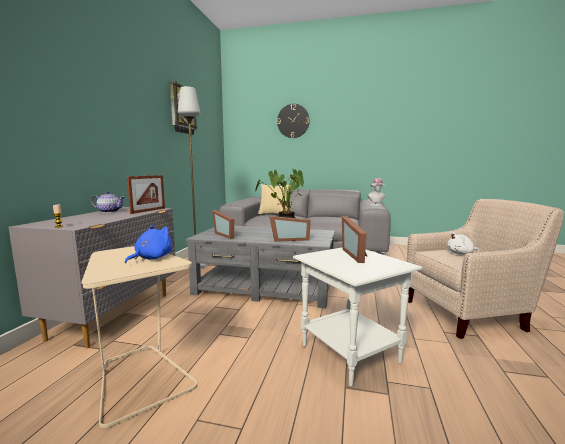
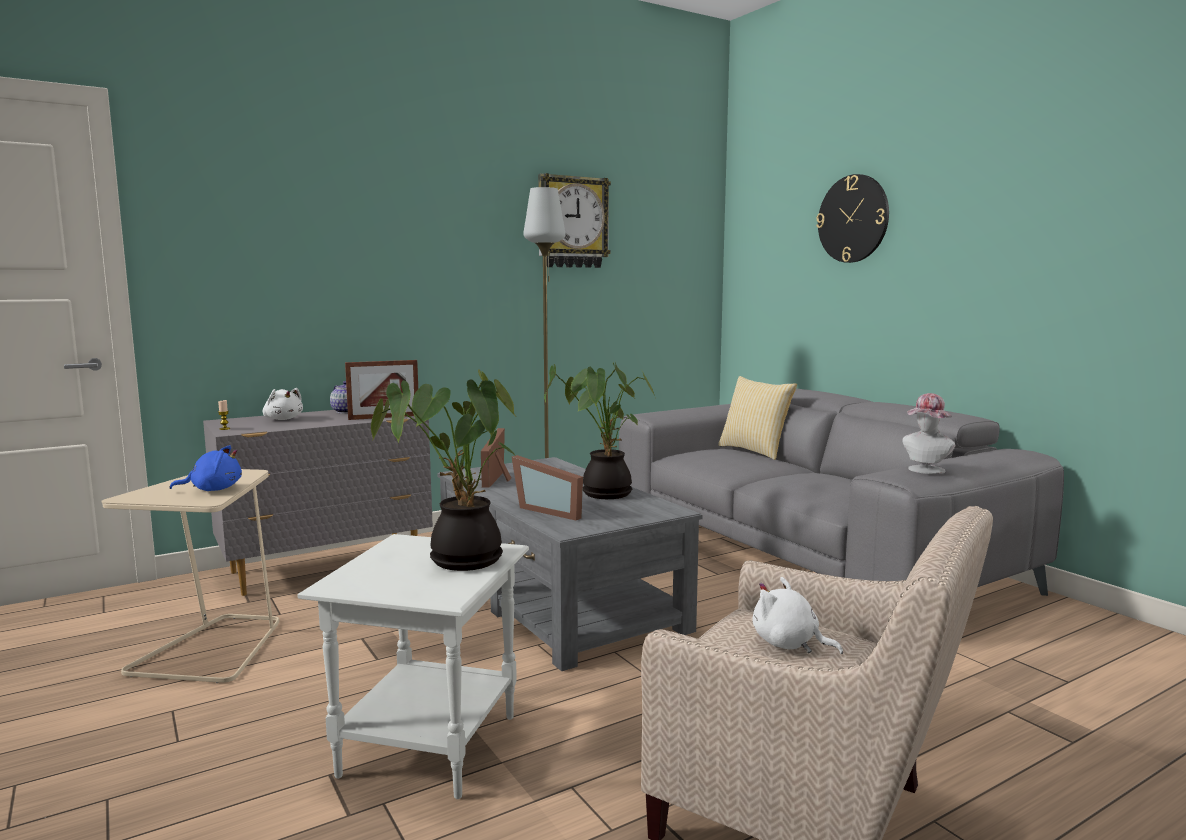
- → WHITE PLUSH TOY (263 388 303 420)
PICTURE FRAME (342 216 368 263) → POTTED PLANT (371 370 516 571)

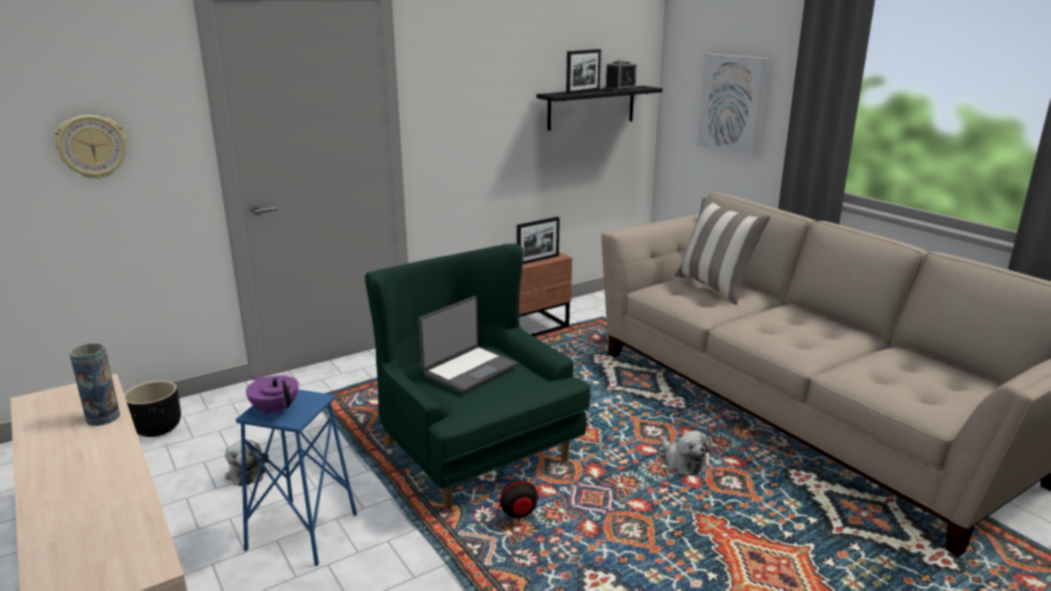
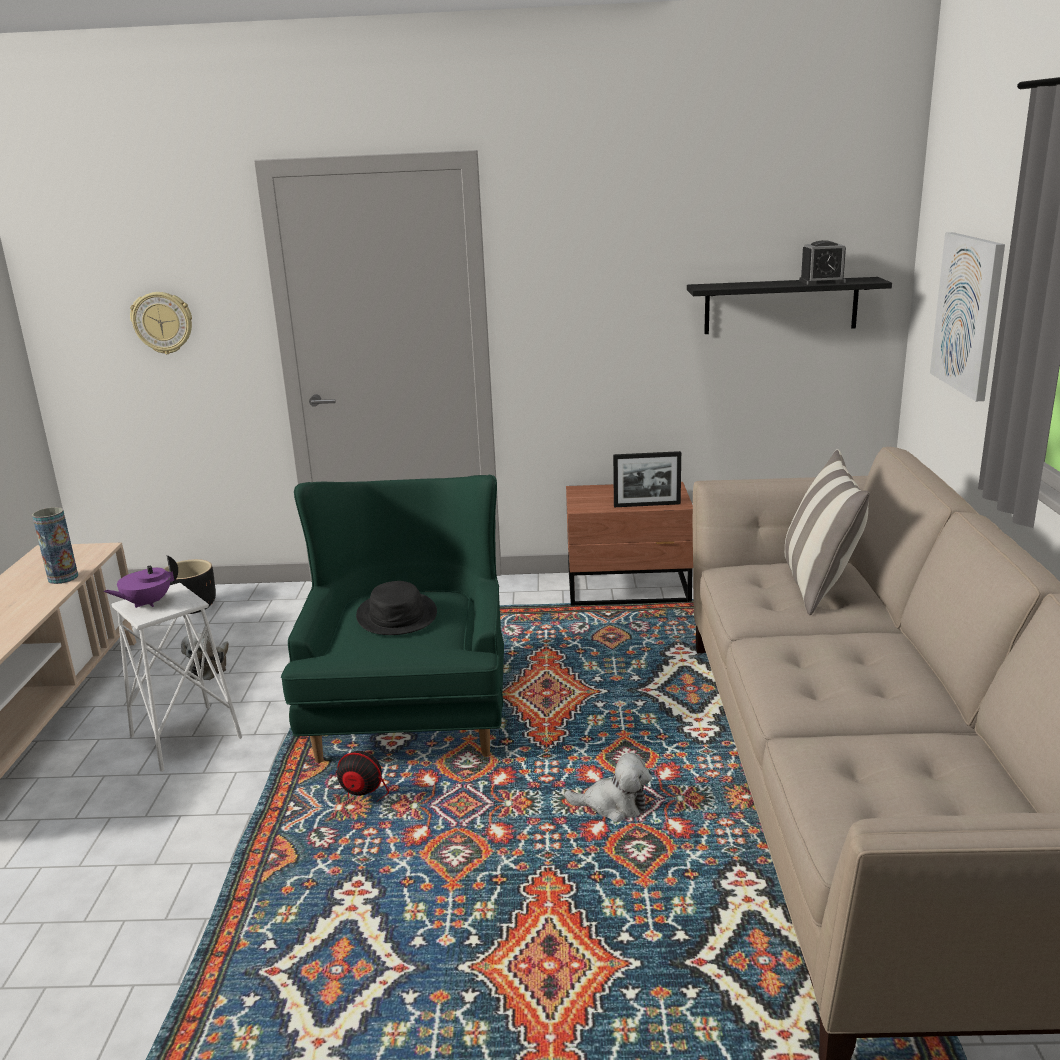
PURPLE TEAPOT (246 374 298 415) → PURPLE TEAPOT (103 555 178 608), 120 degrees counterclockwise
BLUE STOOL (236 390 357 566) → WHITE STOOL (112 583 242 772)
LAPTOP (419 296 518 394) → BLACK HAT (356 581 437 635)
PLUSH TOY (662 431 710 476) → PLUSH TOY (564 753 652 822), 90 degrees counterclockwise
PICTURE FRAME (566 49 601 94) → -

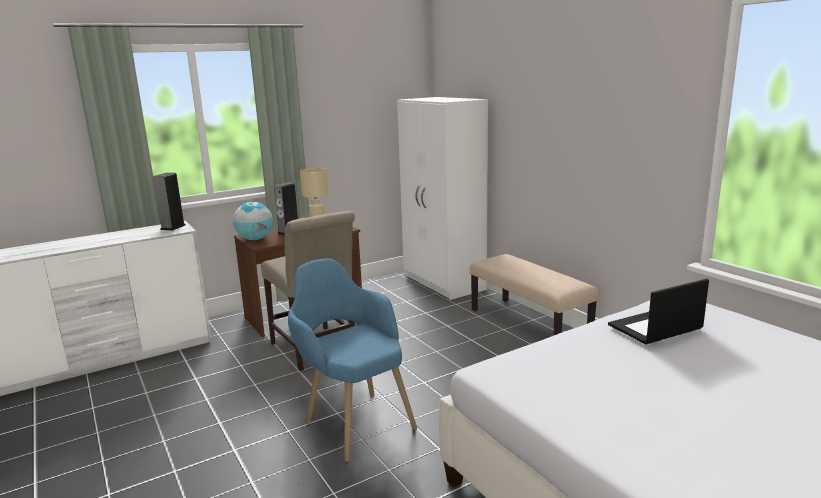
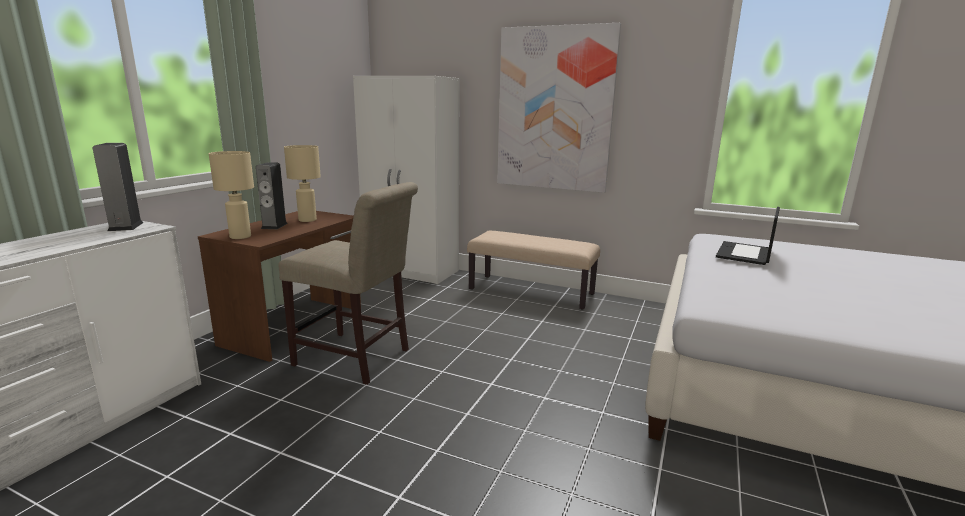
GLOBE (233 202 273 240) → BEIGE TABLE LAMP (209 151 254 239)
- → PICTURE (497 23 621 193)
BLUE ARMCHAIR (288 258 417 462) → -

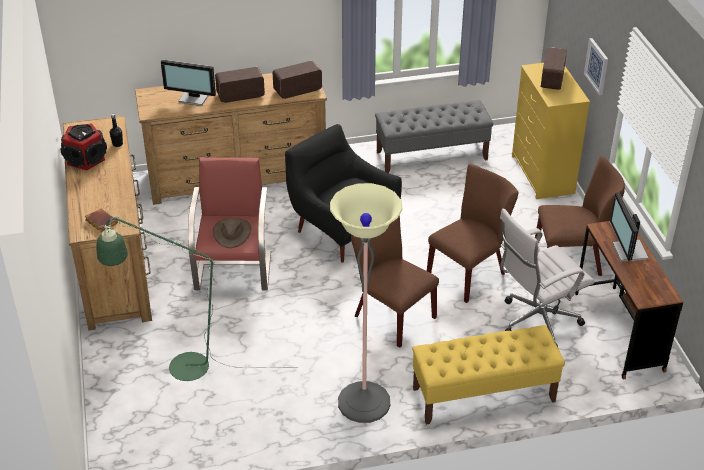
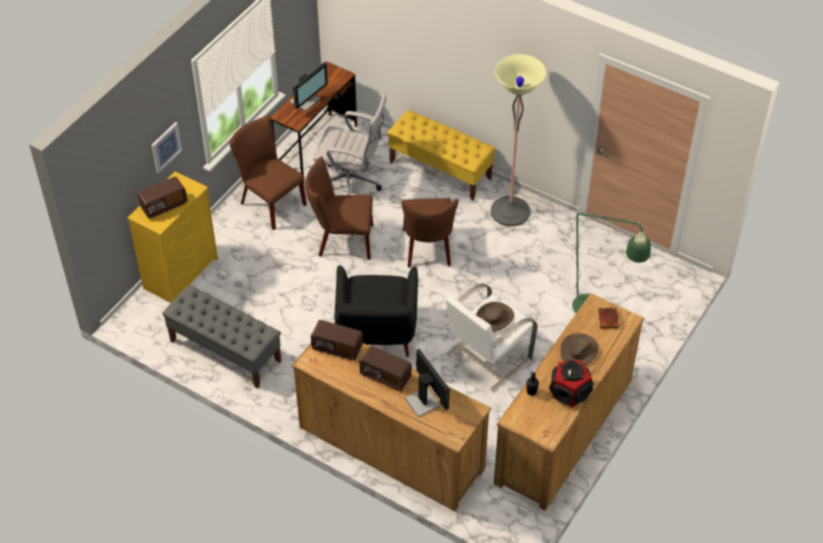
RED ARMCHAIR (188 157 271 291) → WHITE ARMCHAIR (446 283 538 392)
- → BROWN HAT (561 333 599 366)

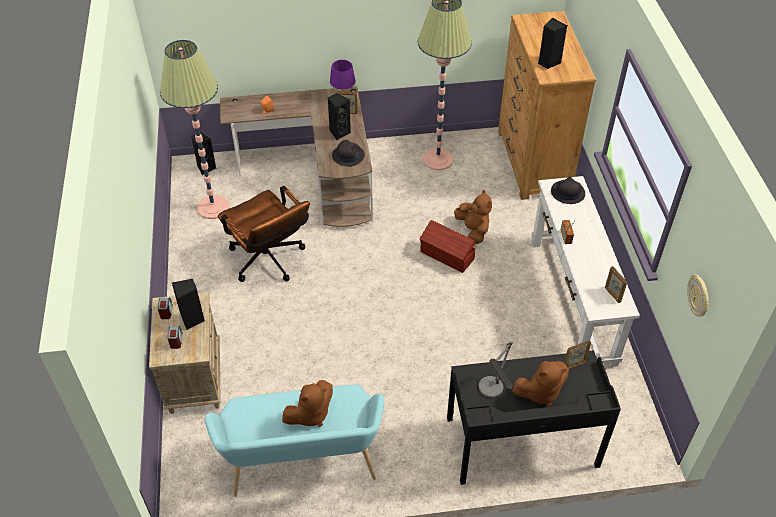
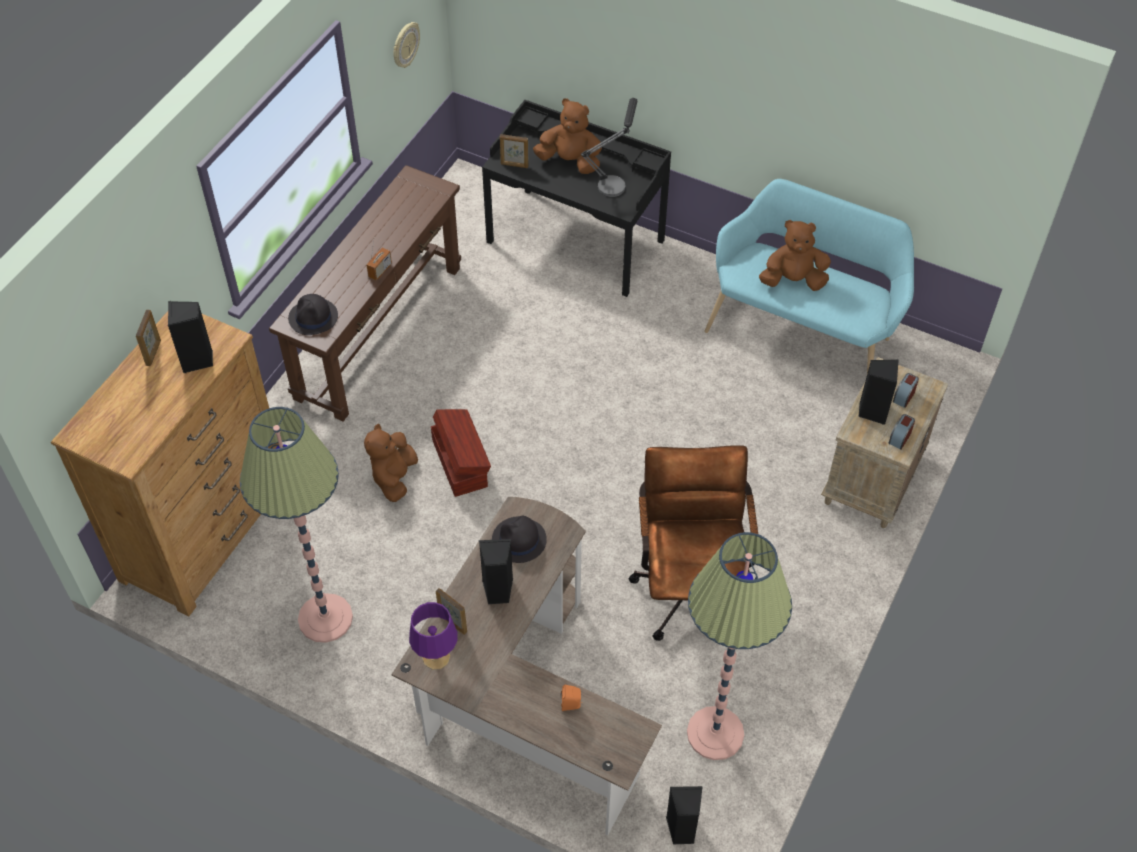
PICTURE FRAME (605 266 627 303) → PICTURE FRAME (136 309 161 366), moved
WHITE CONSOLE TABLE (531 176 640 367) → BROWN CONSOLE TABLE (269 165 461 421)

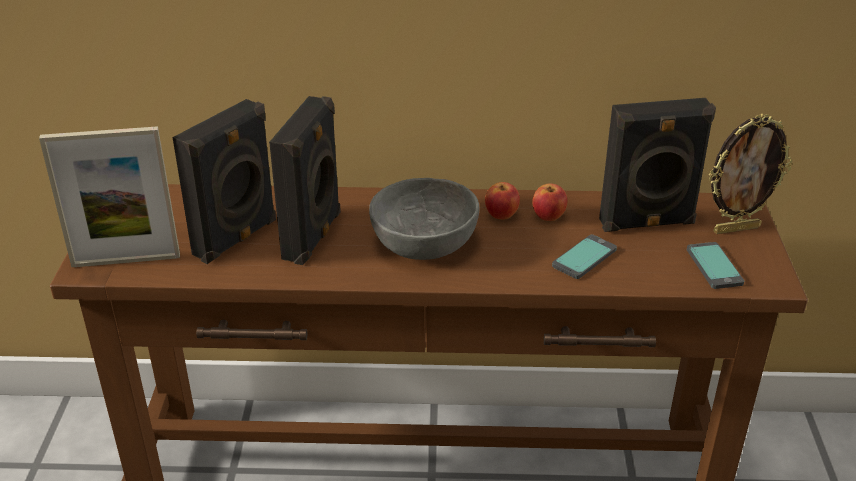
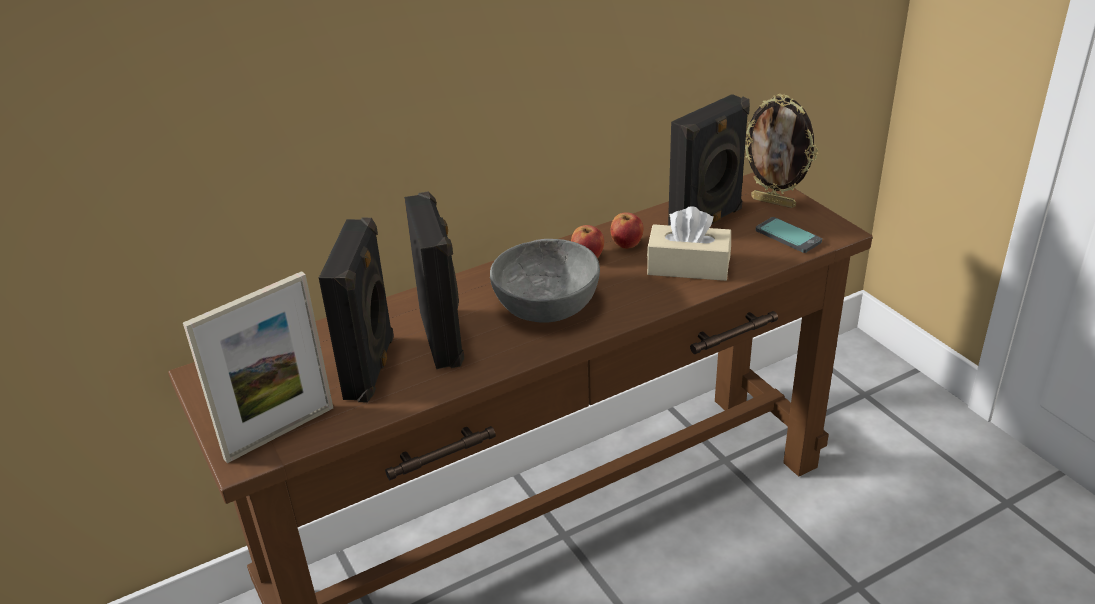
PHONE (552 235 617 279) → BEIGE TISSUE BOX (647 206 731 281)
PICTURE FRAME (709 114 792 234) → PICTURE FRAME (745 94 818 208), 75 degrees clockwise

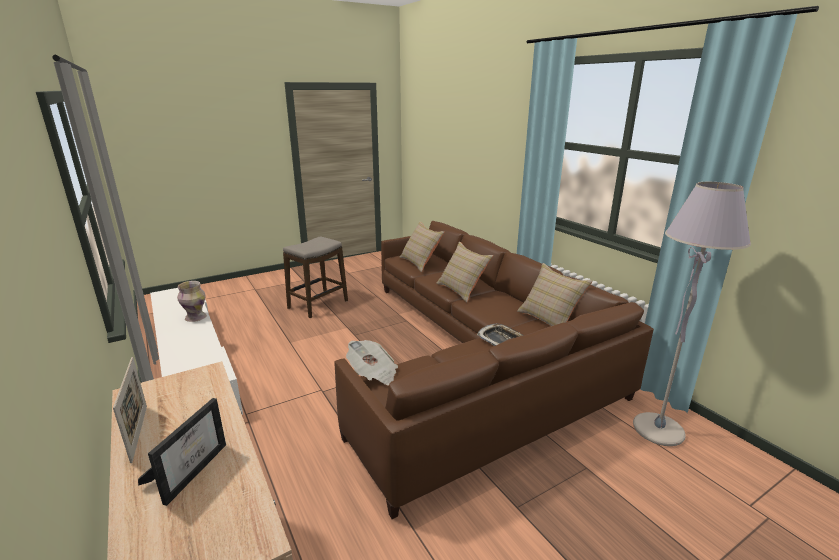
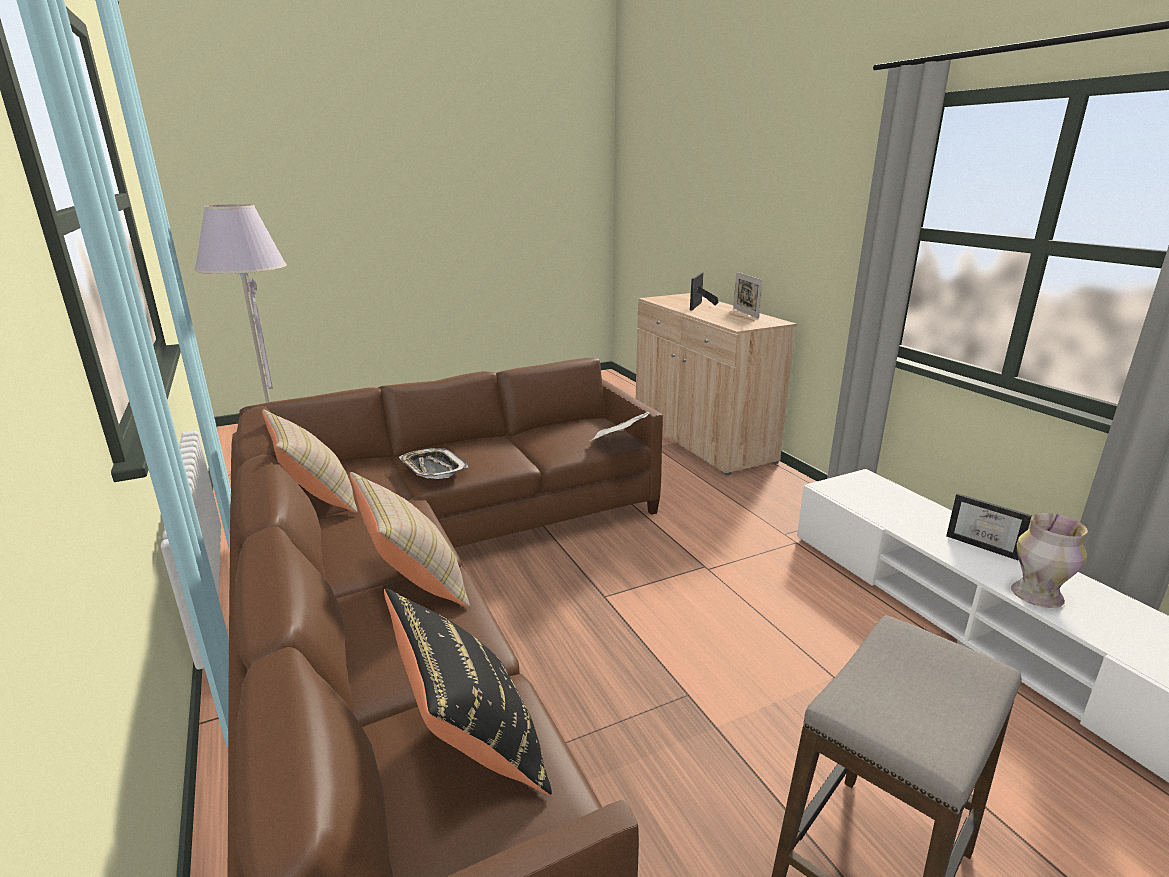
BEIGE PILLOW (399 221 444 272) → BLACK PILLOW (384 588 552 795)
- → PICTURE FRAME (946 493 1032 560)

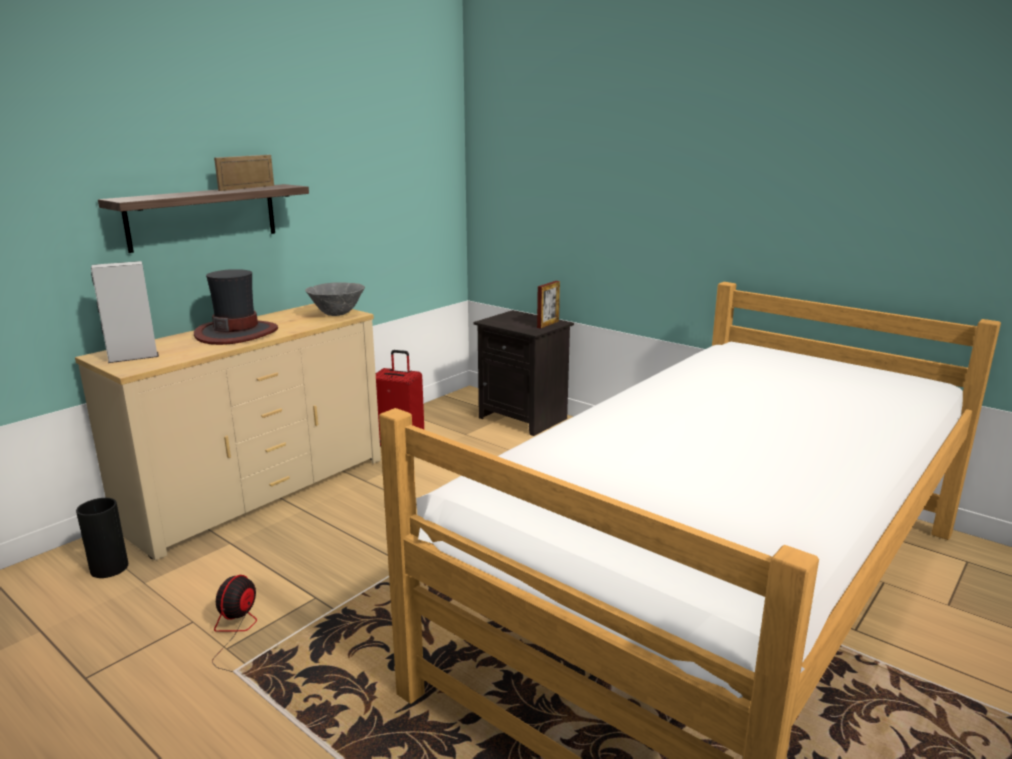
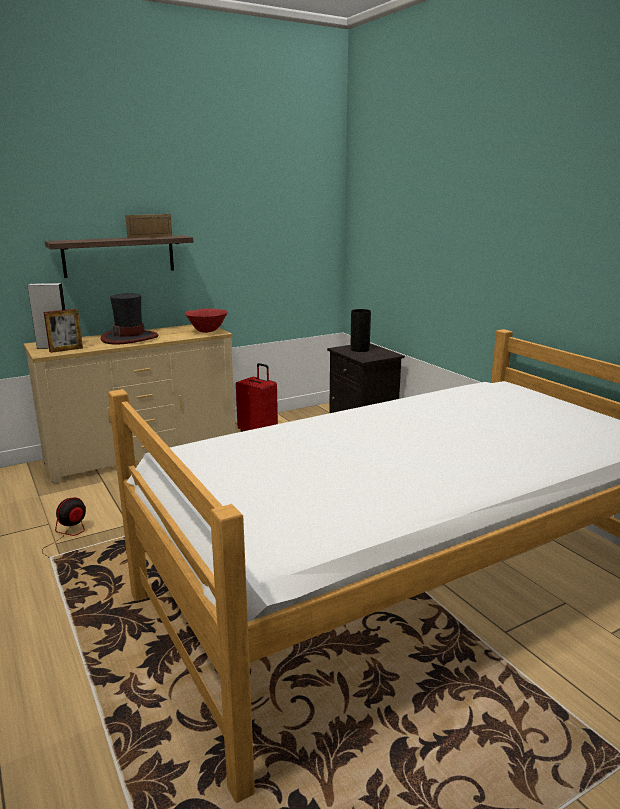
PICTURE FRAME (537 281 560 329) → PICTURE FRAME (44 309 83 353), moved
GREY BOWL (305 282 365 316) → RED BOWL (185 308 228 333)
VASE (76 498 128 578) → VASE (350 309 371 352), moved

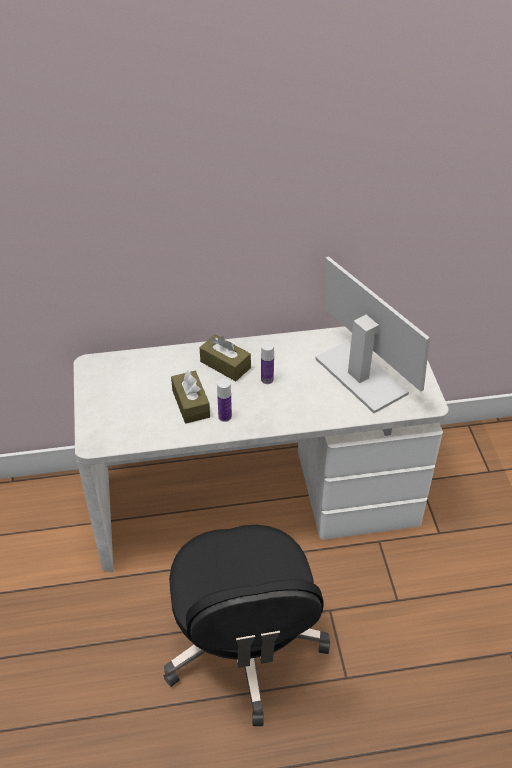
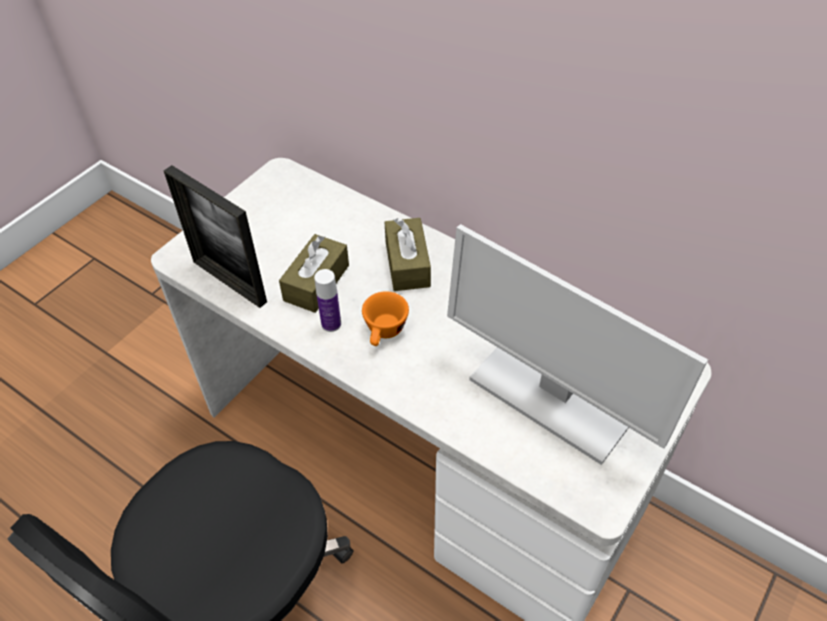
- → PICTURE FRAME (164 165 267 308)
- → ORANGE CUP (362 291 409 346)
MONITOR (315 256 430 413) → MONITOR (447 224 708 465), 120 degrees clockwise
BOTTLE (261 342 274 384) → -

